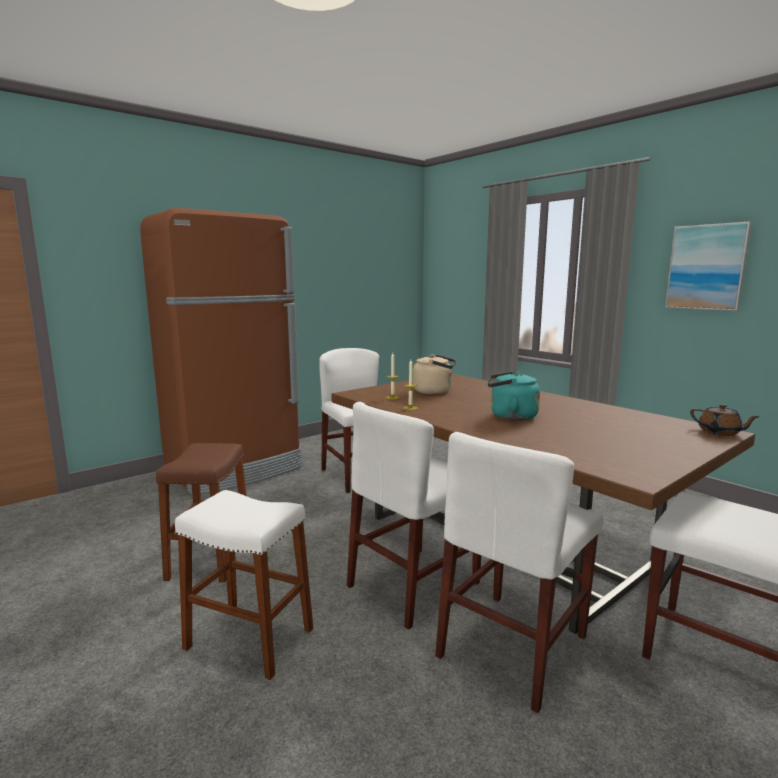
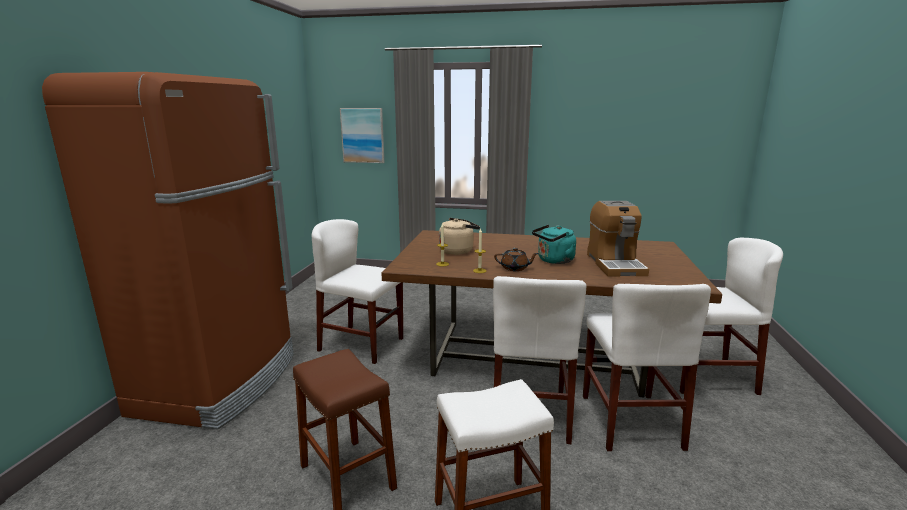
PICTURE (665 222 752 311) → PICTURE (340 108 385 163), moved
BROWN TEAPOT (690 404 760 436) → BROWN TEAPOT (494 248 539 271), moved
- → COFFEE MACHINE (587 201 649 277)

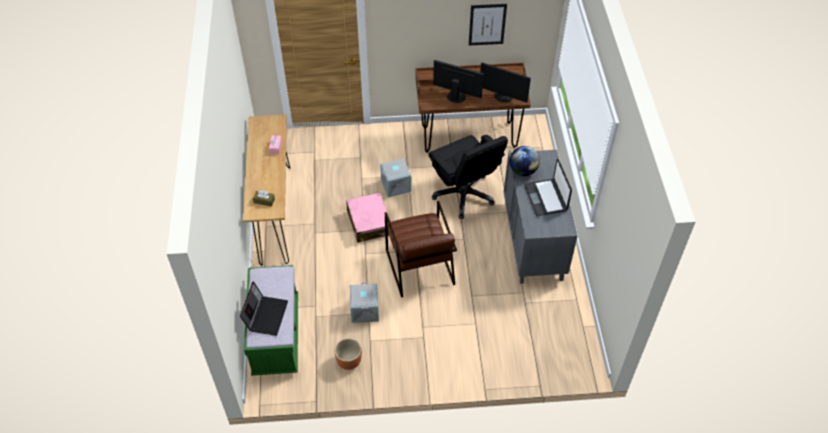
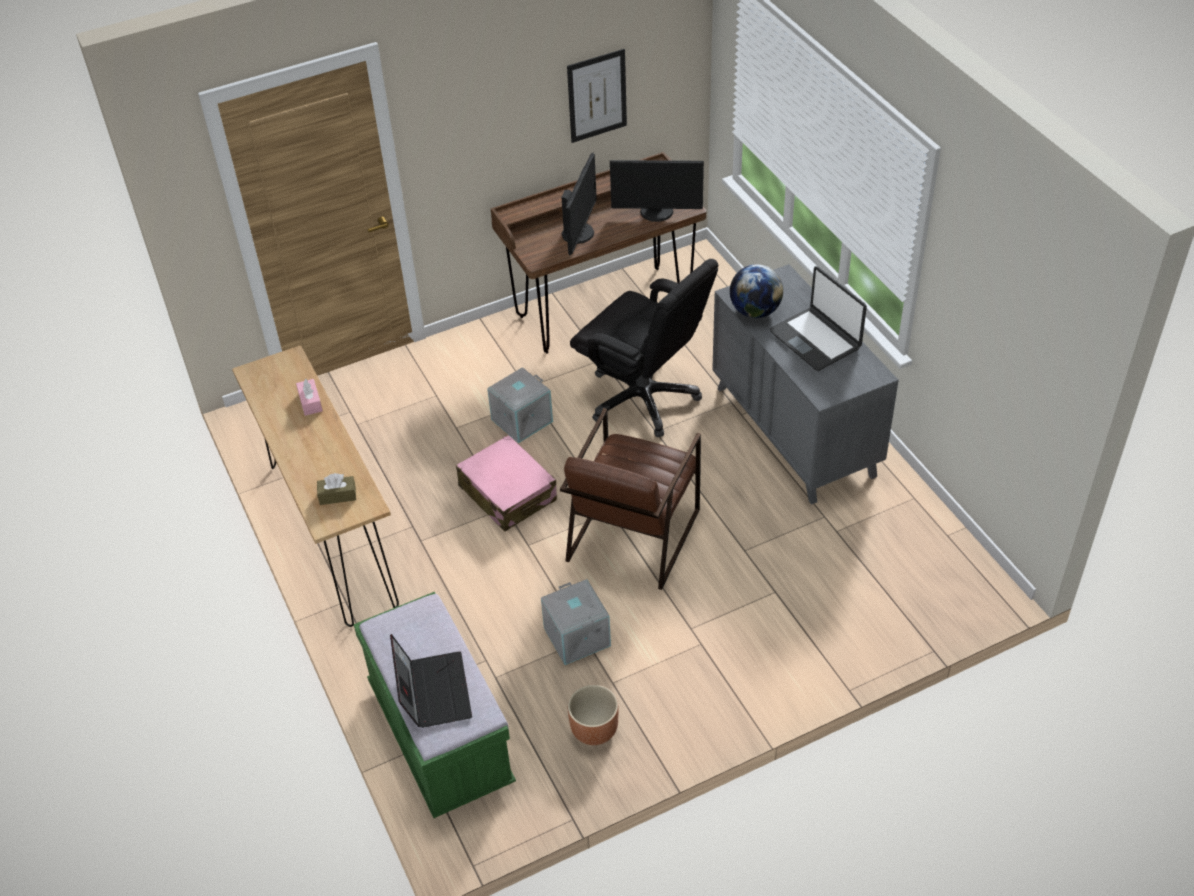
BROWN ARMCHAIR (385 201 457 297) → BROWN ARMCHAIR (560 408 701 590), 60 degrees clockwise
MONITOR (433 60 484 103) → MONITOR (561 152 597 255), 105 degrees clockwise

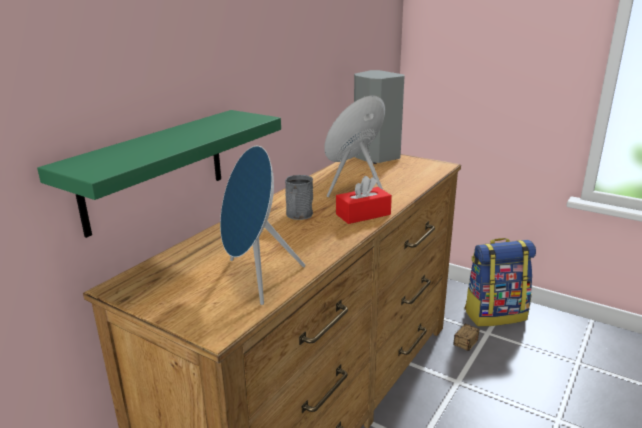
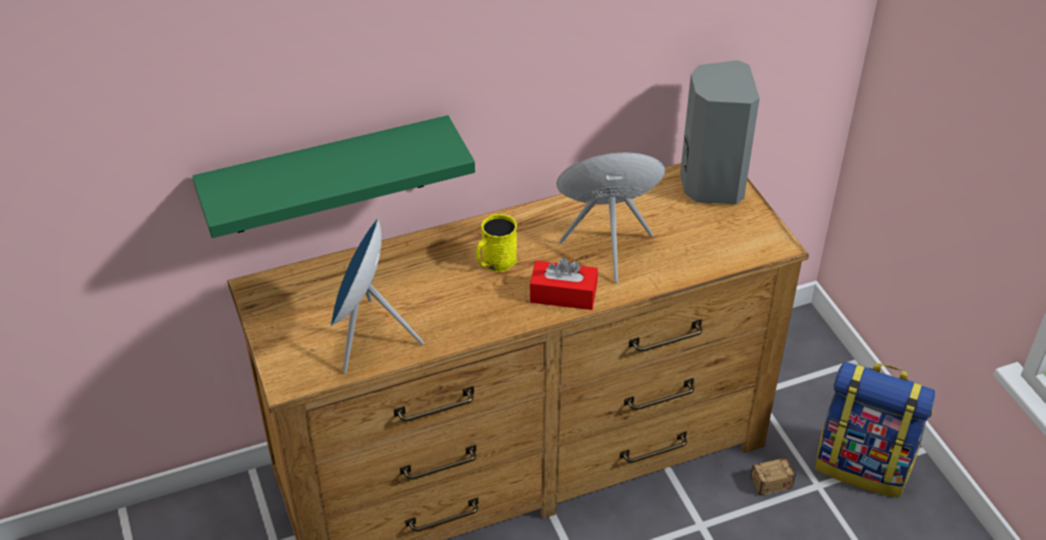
GREY MUG (285 175 313 220) → YELLOW MUG (476 214 517 272)

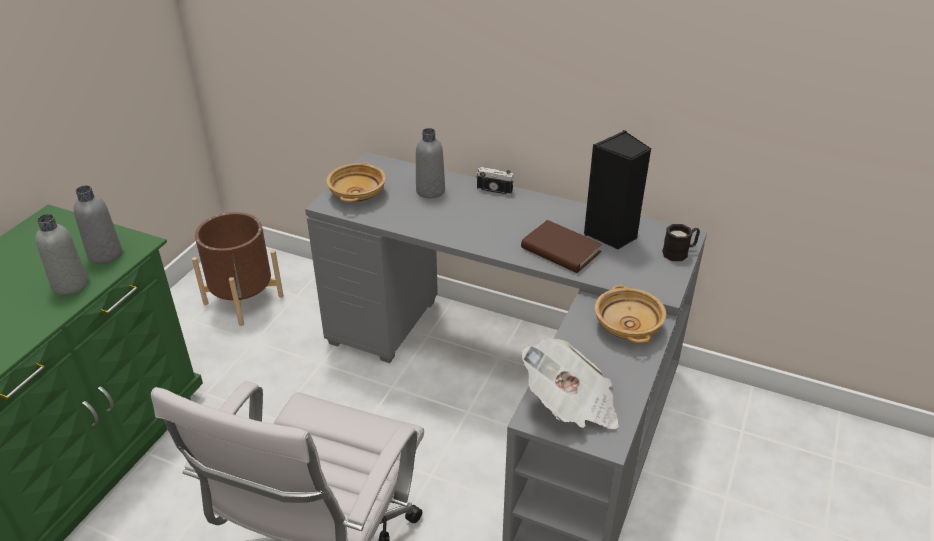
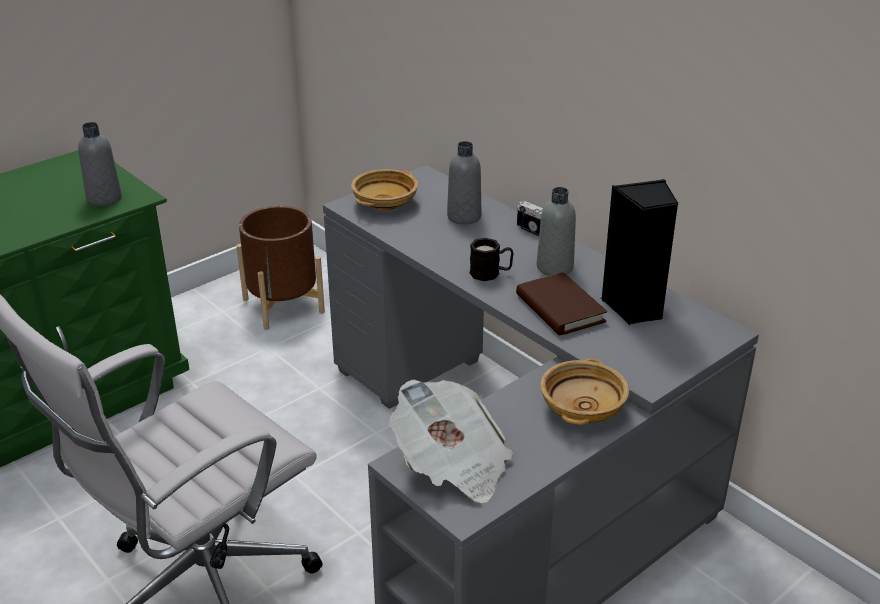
BLACK MUG (662 224 700 261) → BLACK MUG (470 238 514 281), moved
GREY BOTTLE (35 214 88 295) → GREY BOTTLE (537 187 576 276), moved

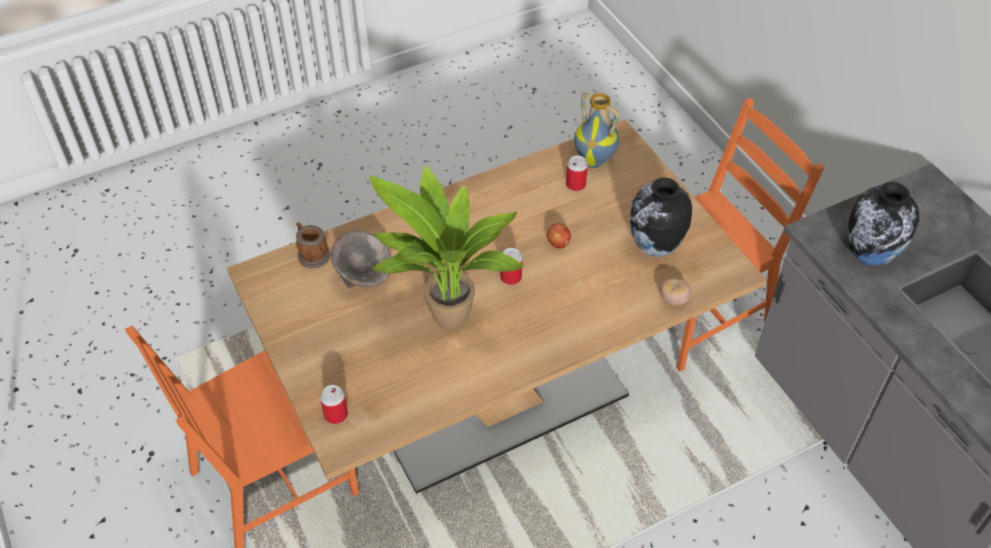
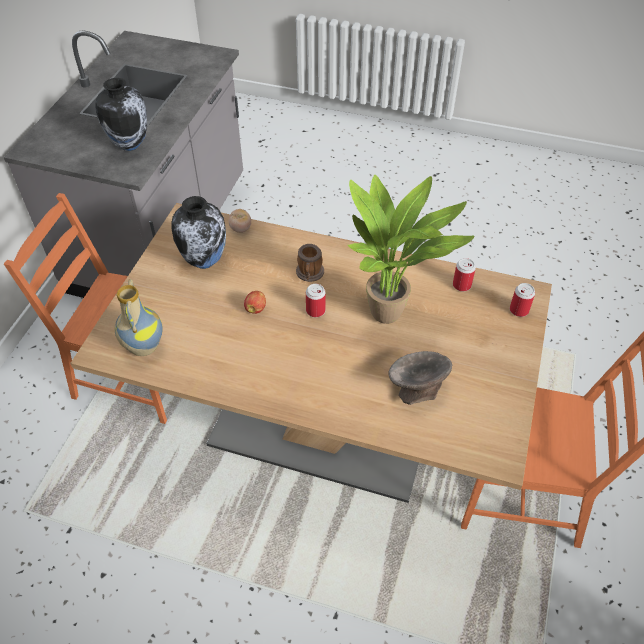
MUG (296 222 331 268) → MUG (296 244 324 282), moved
CAN (566 155 588 191) → CAN (453 258 476 291), moved

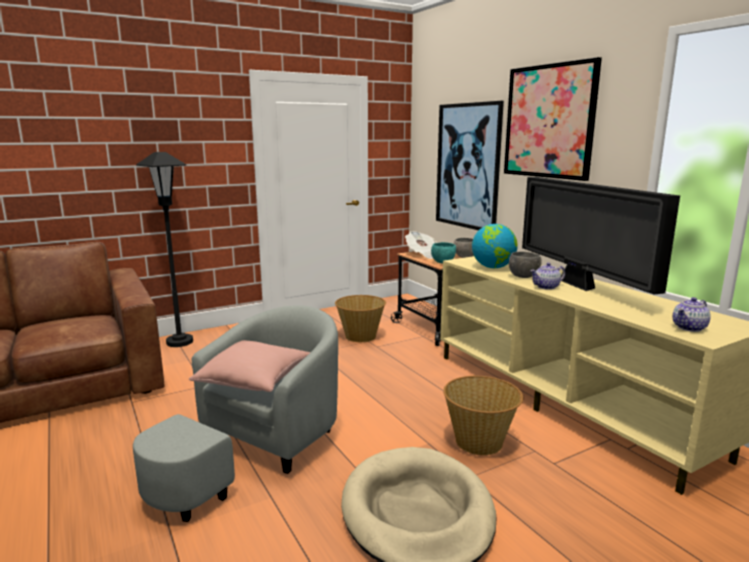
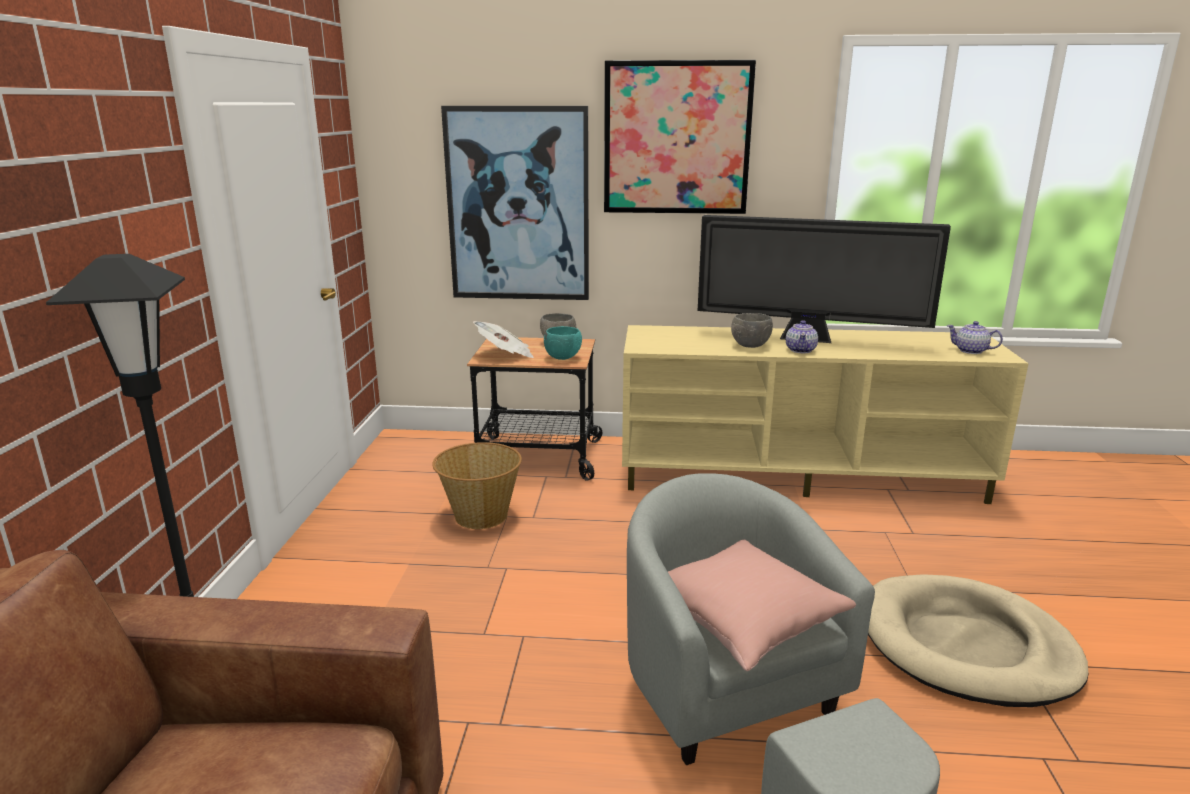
TEAPOT (673 297 711 332) → TEAPOT (947 321 1003 354), 120 degrees clockwise
BASKET (443 376 523 455) → -
GLOBE (472 224 518 268) → -

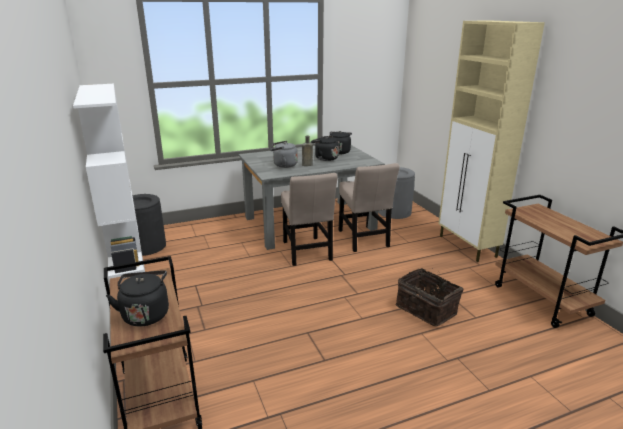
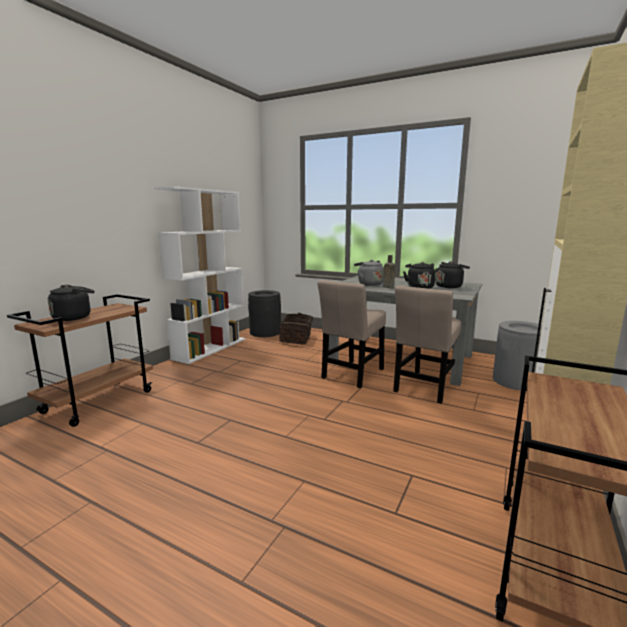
BASKET (396 269 463 326) → BASKET (279 313 320 345), moved

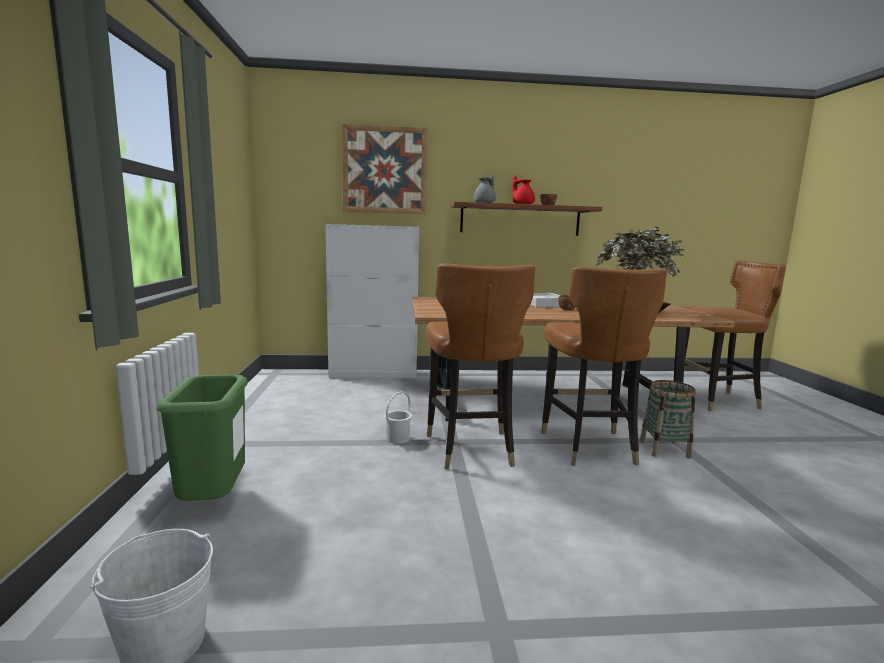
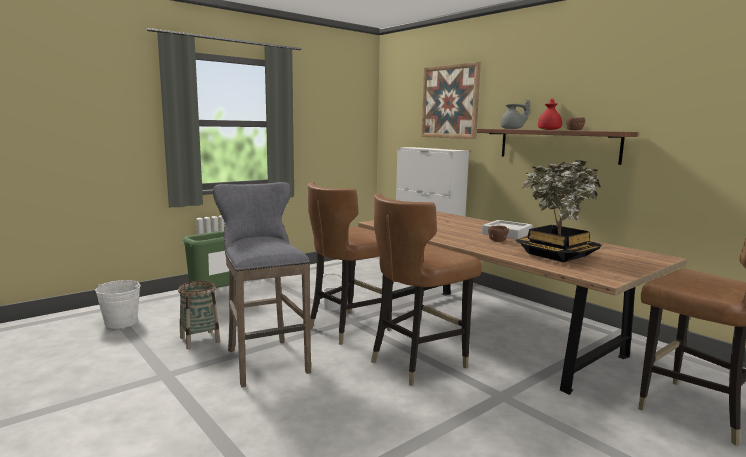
BASKET (640 380 696 459) → BASKET (178 281 220 349), moved
- → GREY STOOL (213 182 311 387)

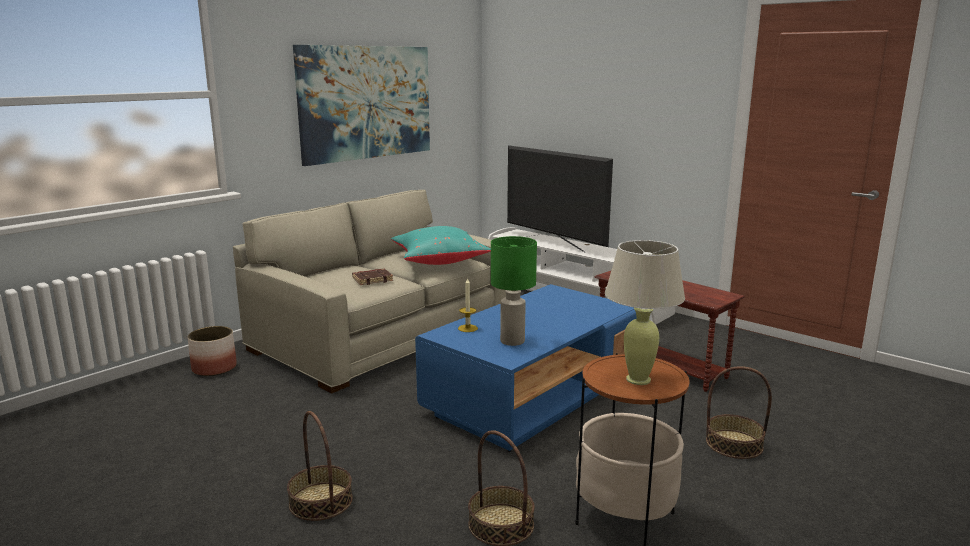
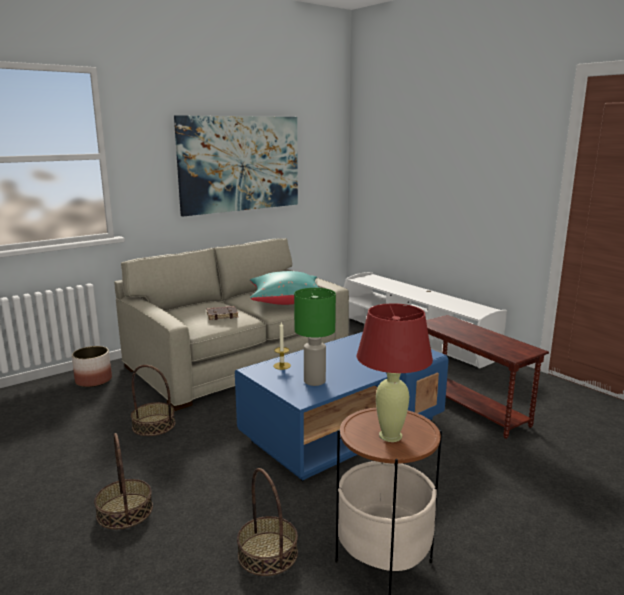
BASKET (706 366 772 459) → BASKET (131 365 175 436), moved
BEIGE TABLE LAMP (605 240 685 385) → RED TABLE LAMP (357 303 433 442)
TELEVISION (507 145 613 253) → -

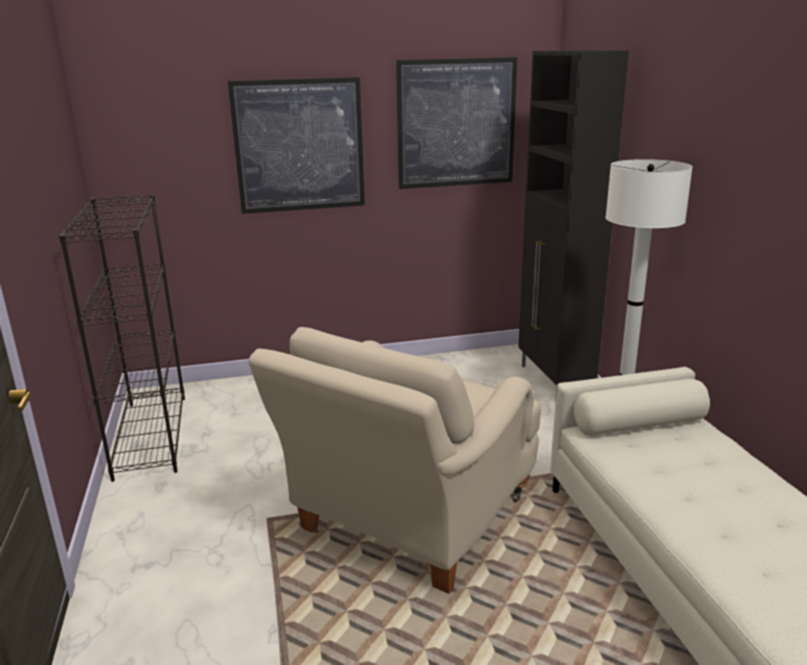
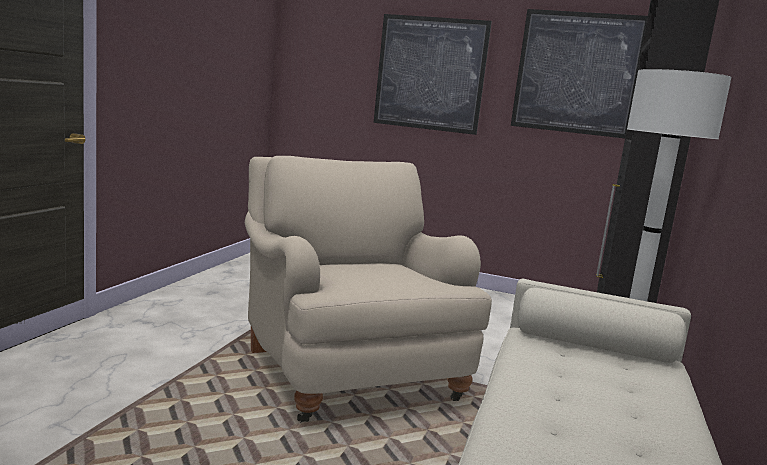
BEIGE ARMCHAIR (249 327 541 594) → BEIGE ARMCHAIR (245 156 492 422), 90 degrees clockwise
BLACK BOOKCASE (59 194 185 482) → -

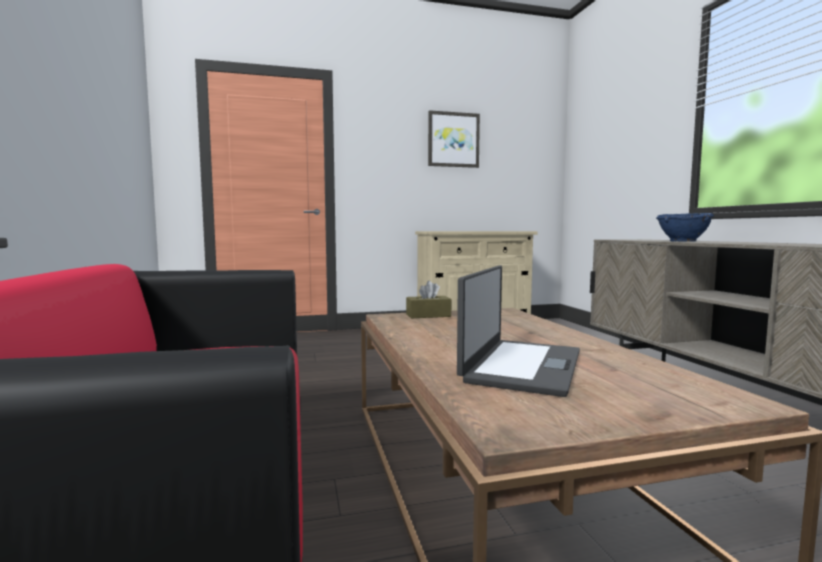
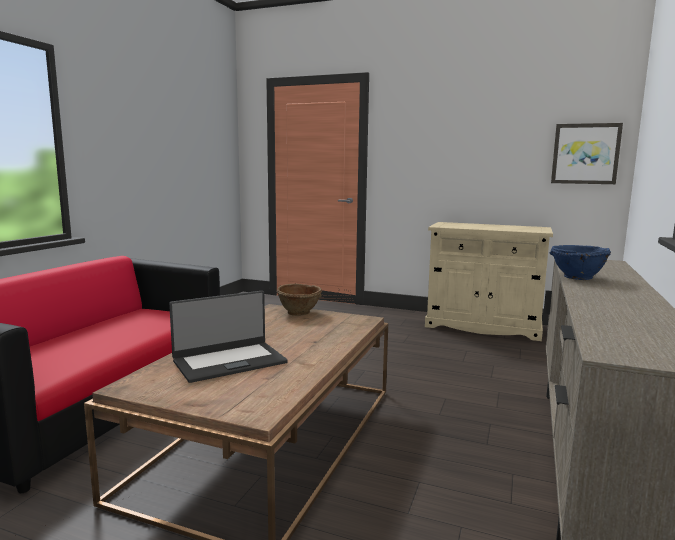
BROWN TISSUE BOX (406 281 451 318) → BROWN BOWL (276 284 322 316)
PICTURE (428 110 480 168) → PICTURE (551 123 623 184), moved

